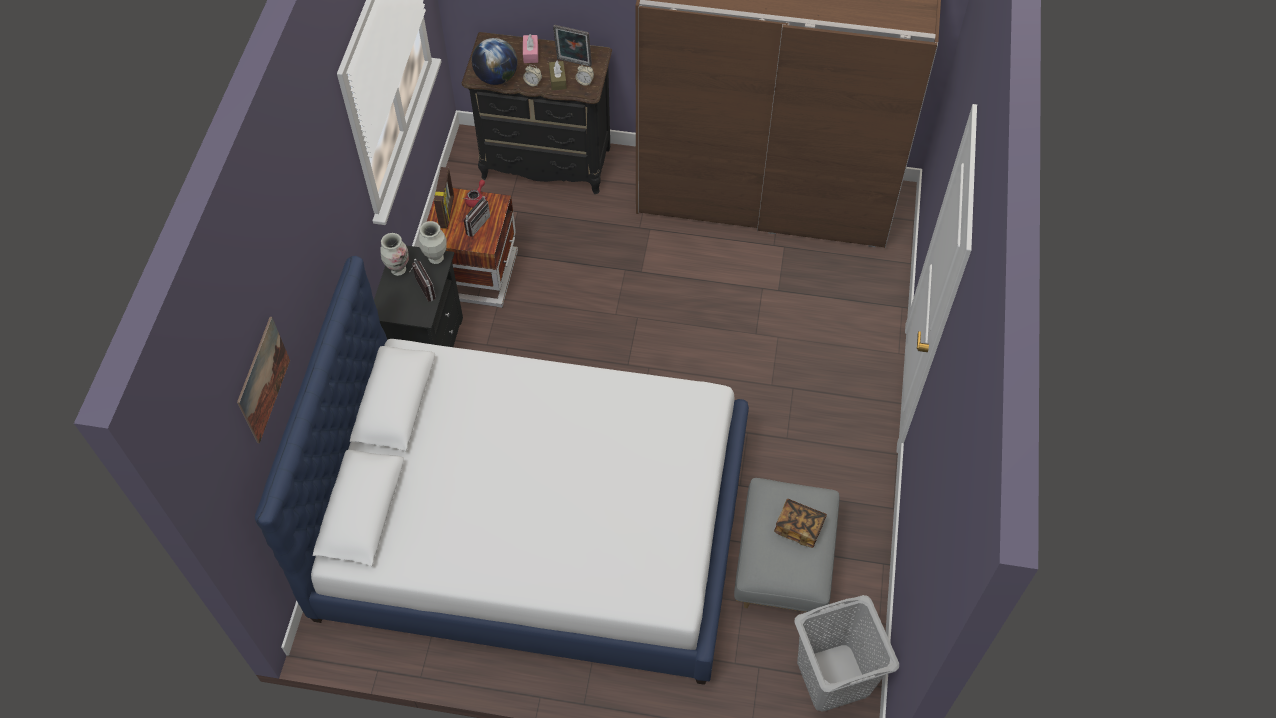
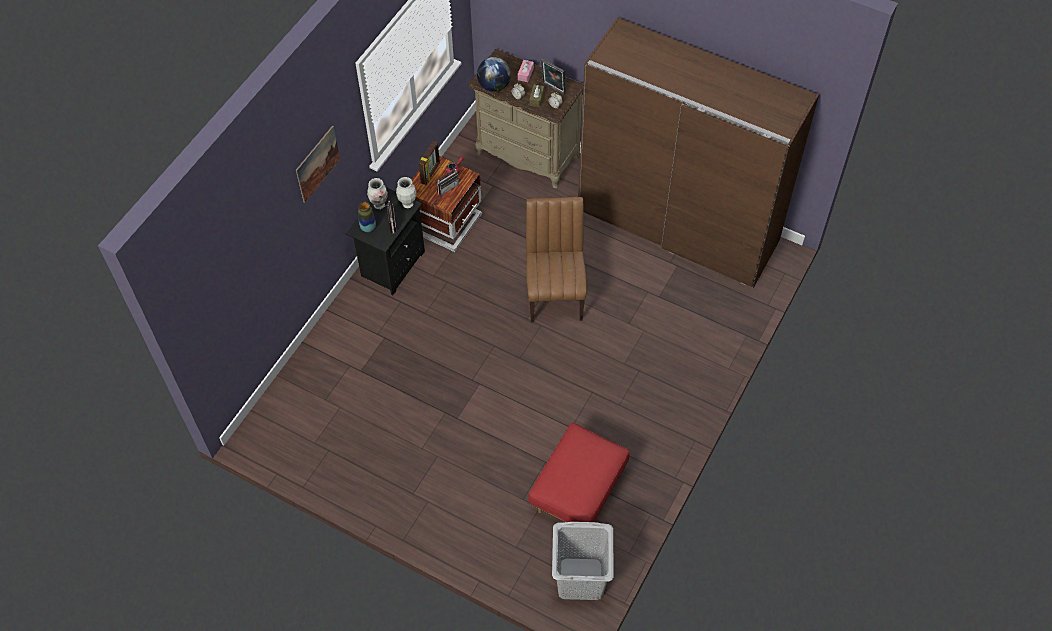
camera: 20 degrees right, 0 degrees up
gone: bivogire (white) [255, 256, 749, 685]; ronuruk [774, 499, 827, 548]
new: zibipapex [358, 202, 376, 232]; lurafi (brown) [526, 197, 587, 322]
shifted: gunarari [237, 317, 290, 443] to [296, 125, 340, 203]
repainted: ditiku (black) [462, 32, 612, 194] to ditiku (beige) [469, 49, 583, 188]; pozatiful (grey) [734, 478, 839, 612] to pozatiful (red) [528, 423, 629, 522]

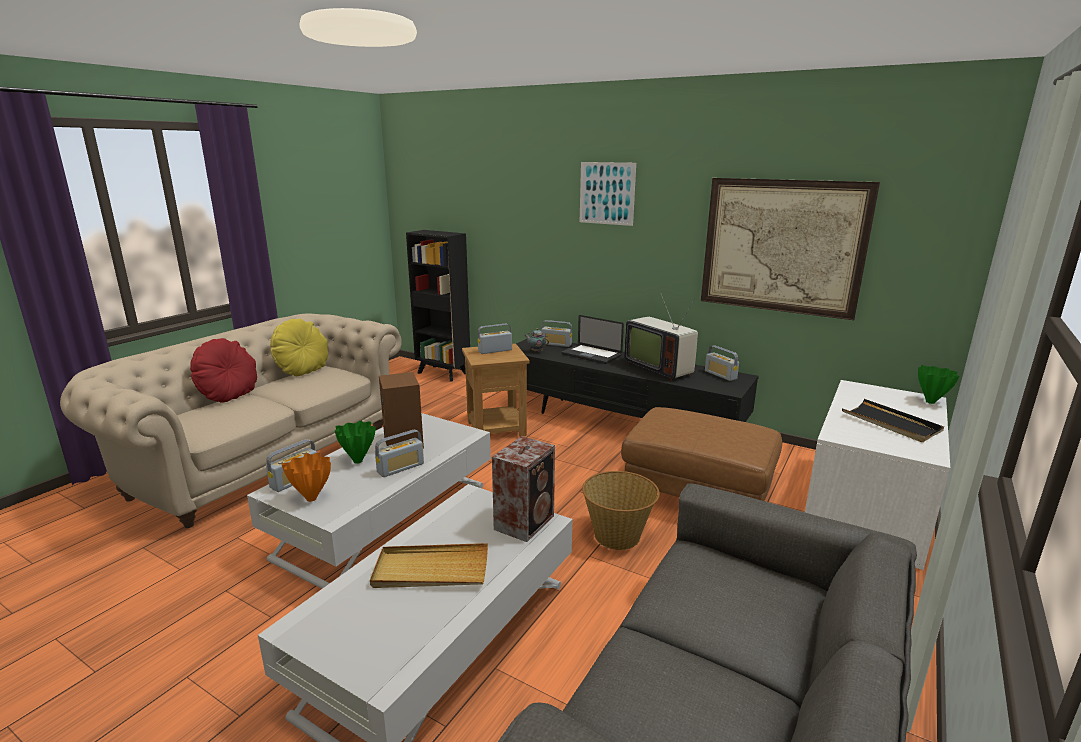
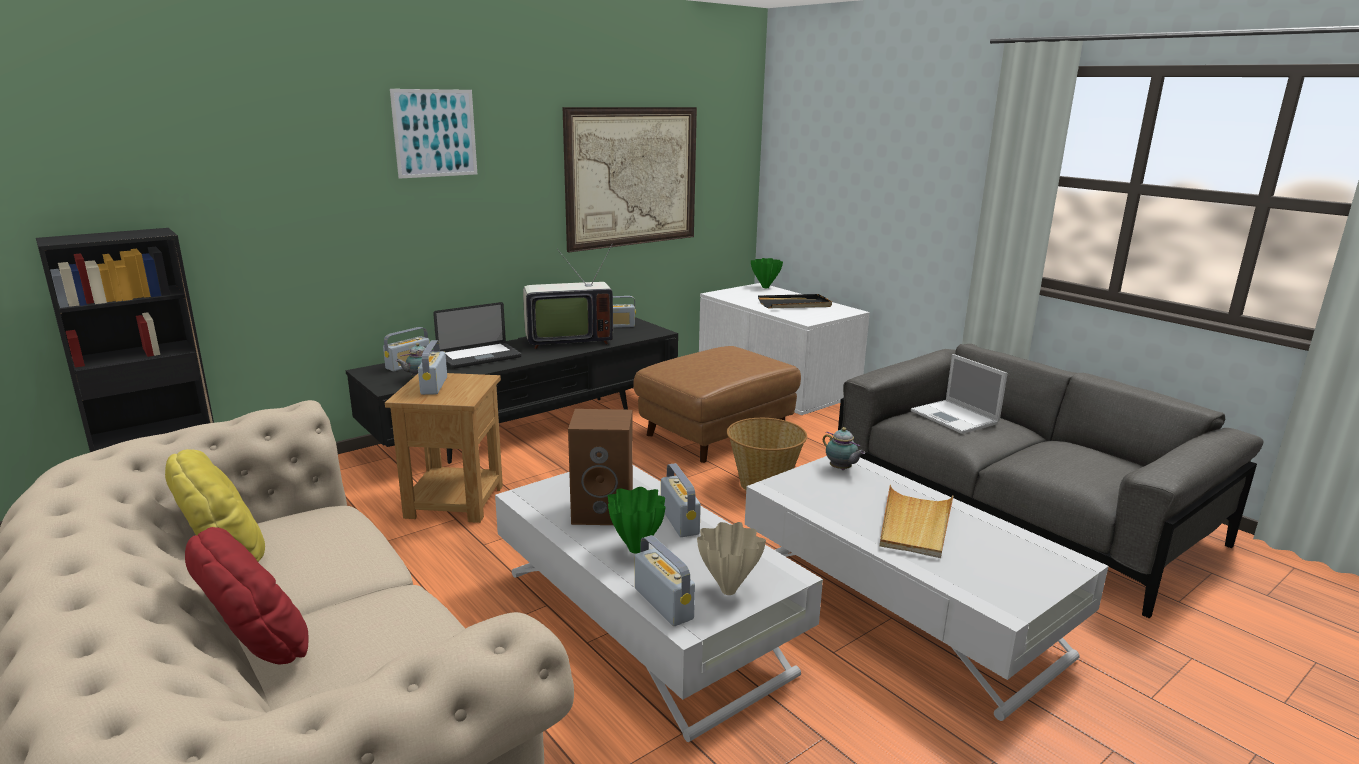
camera: 70 degrees left, 0 degrees up
new: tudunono [911, 354, 1007, 434]
swapped: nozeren [492, 436, 555, 542] to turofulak [823, 427, 865, 470]
repainted: zibipapex (orange) [281, 453, 331, 502] to zibipapex (beige) [697, 522, 766, 595]

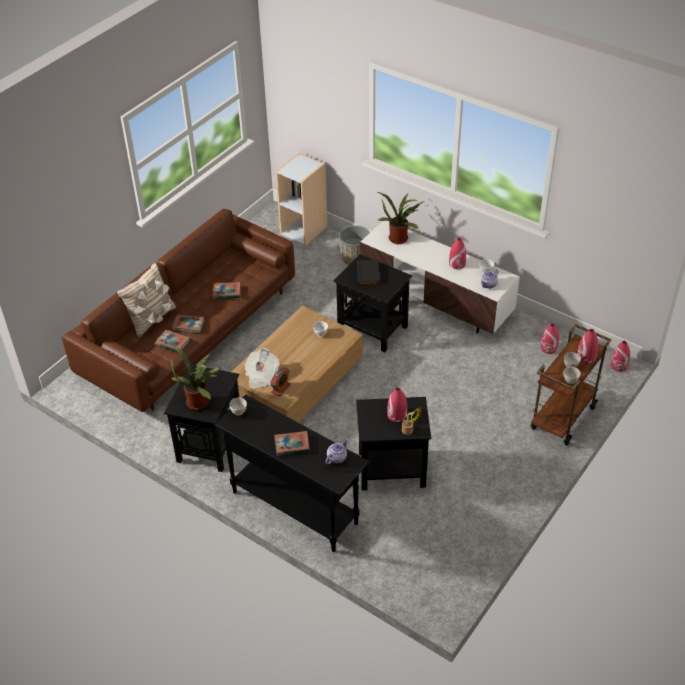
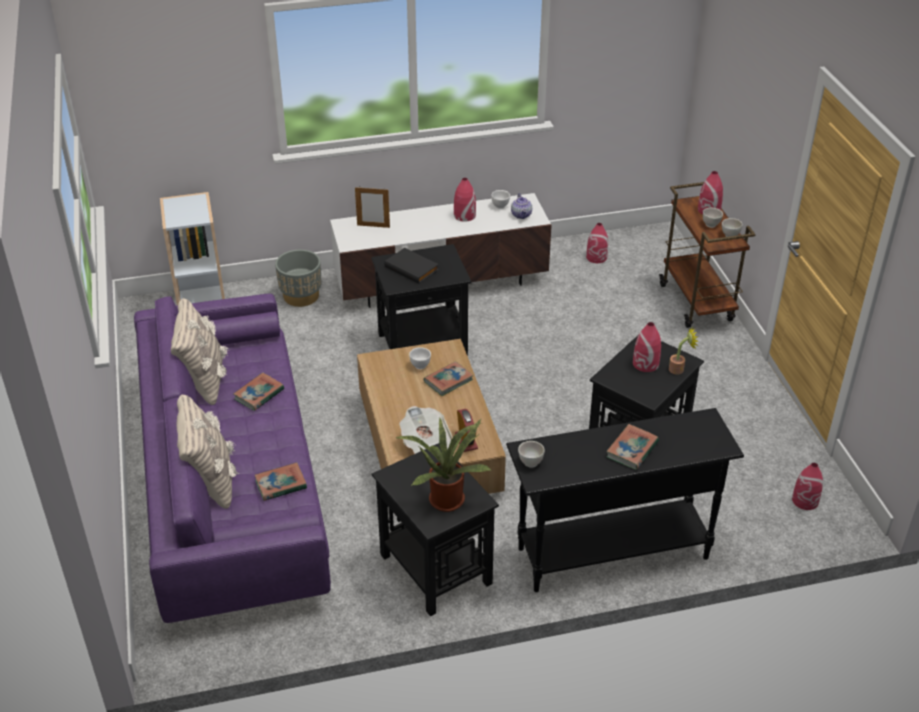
camera: 50 degrees left, 5 degrees down
gone: turofulak [326, 439, 348, 464]
new: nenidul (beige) [171, 298, 228, 405]
shifted: ronuruk [172, 314, 205, 333] to [424, 361, 473, 396]; zibipapex (red) [610, 341, 630, 372] to [792, 463, 823, 510]
swapped: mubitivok [378, 192, 424, 244] to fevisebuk [355, 187, 390, 228]
repainted: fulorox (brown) [62, 209, 295, 412] to fulorox (purple) [134, 293, 331, 623]

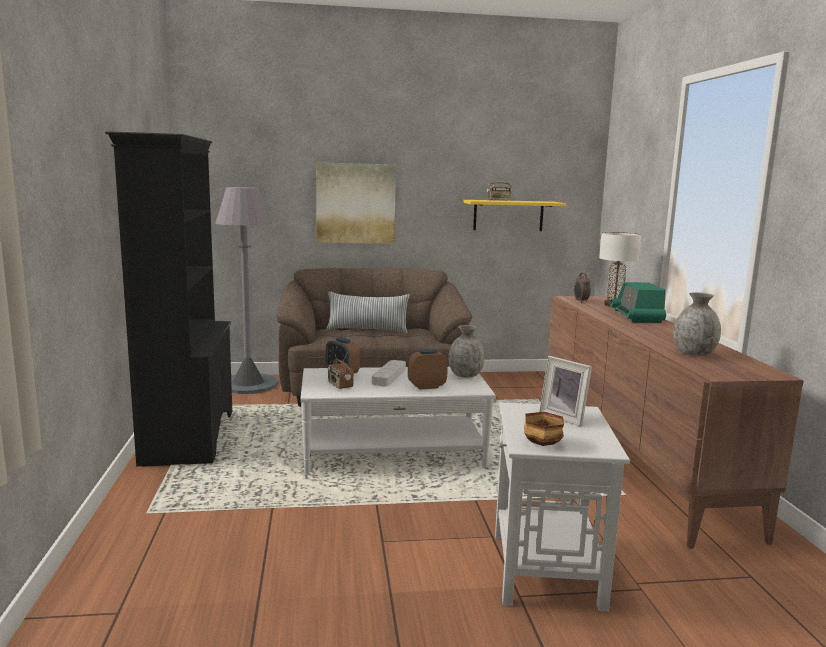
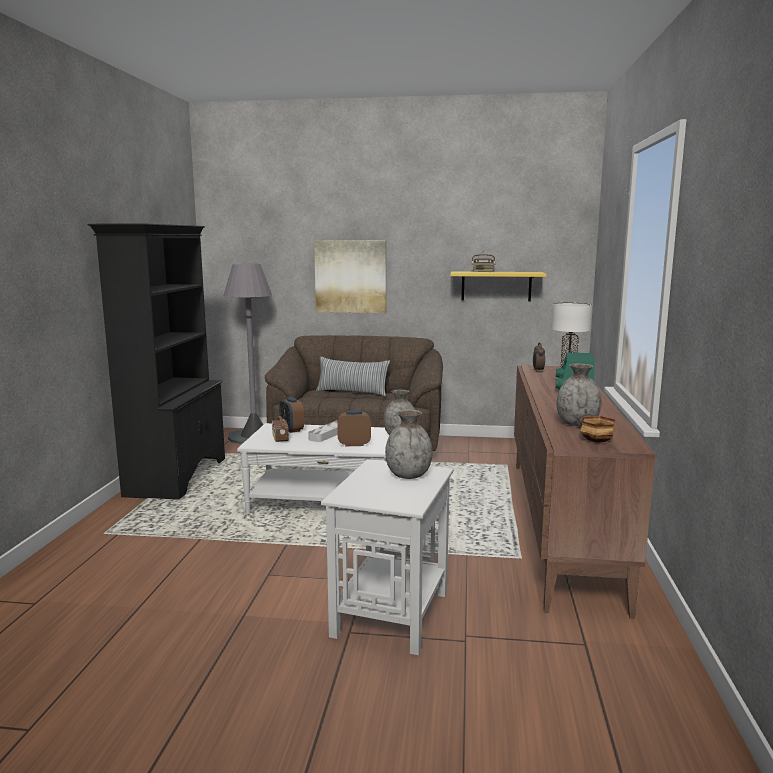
camera: 15 degrees right, 0 degrees up
shifted: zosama [524, 412, 564, 446] to [580, 416, 615, 443]
swapped: fevisebuk [539, 356, 592, 426] to zibipapex (grey) [385, 409, 433, 479]

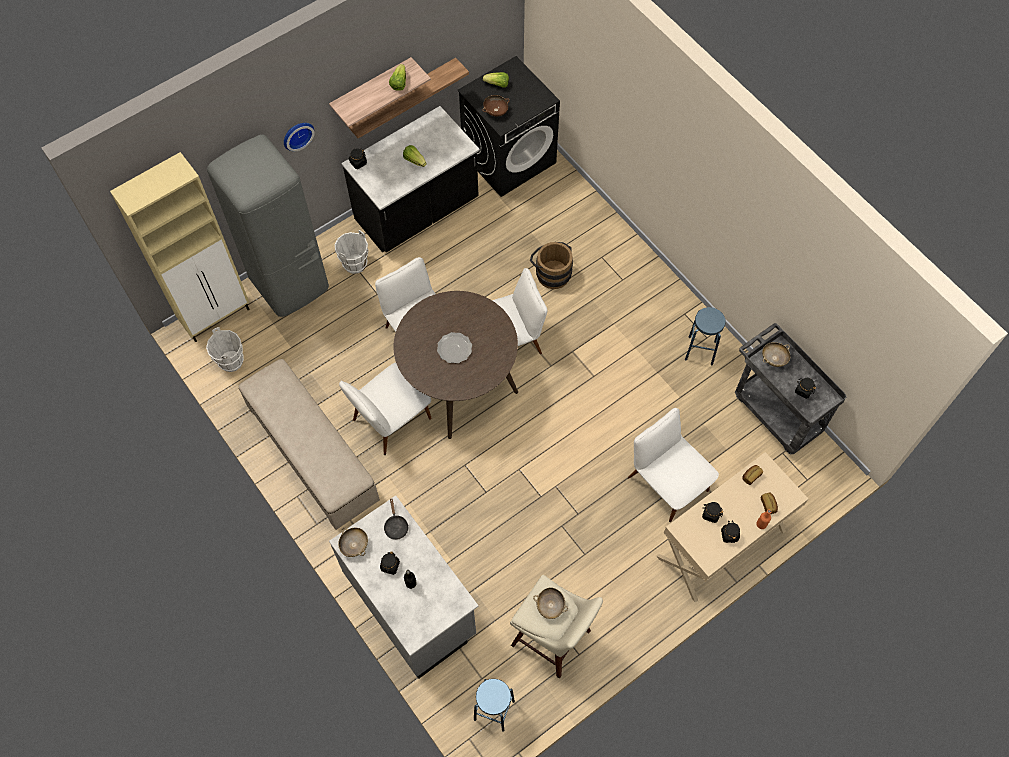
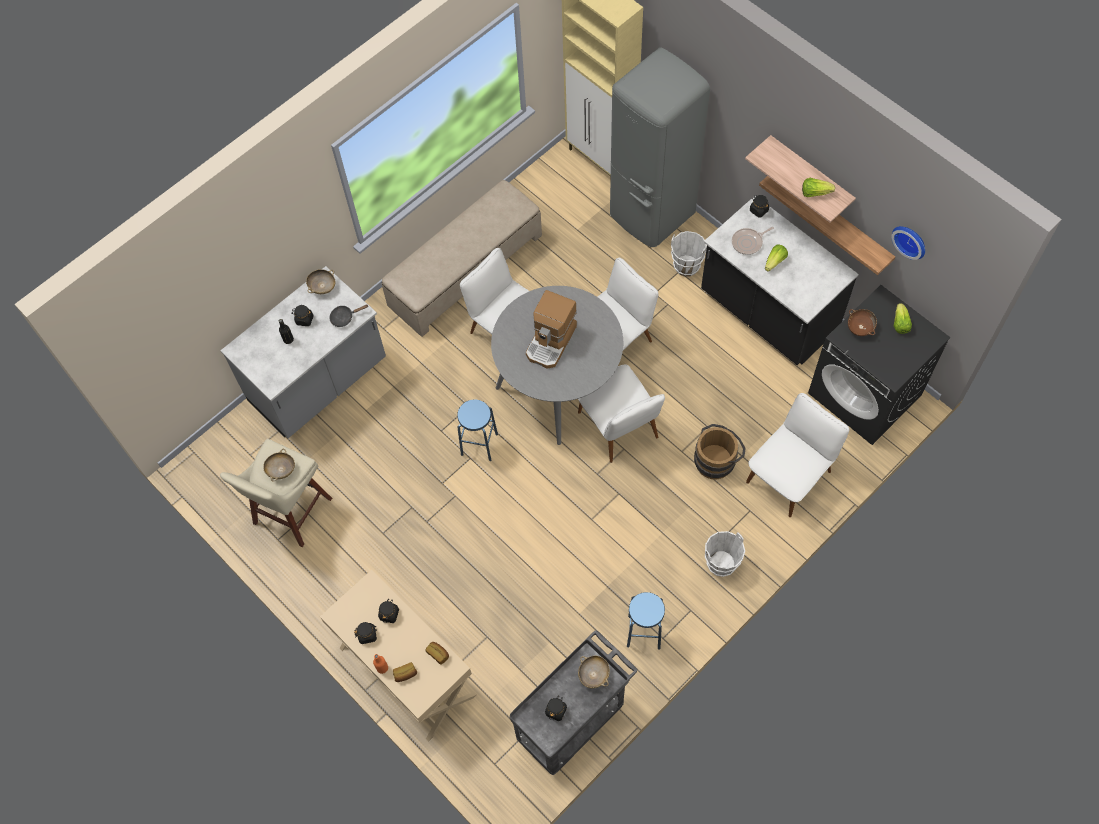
camera: 85 degrees right, 0 degrees up
new: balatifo [732, 227, 774, 255]
shifted: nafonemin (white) [206, 327, 244, 372] to [705, 531, 745, 577]; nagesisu [284, 123, 314, 151] to [891, 226, 925, 260]; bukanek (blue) [474, 679, 515, 732] to [457, 399, 498, 461]; lurafi (white) [628, 408, 719, 522] to [746, 393, 849, 517]
swapped: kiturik [437, 332, 472, 363] to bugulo [526, 290, 577, 369]
repainted: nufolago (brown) [393, 291, 518, 439] to nufolago (grey) [491, 286, 623, 445]

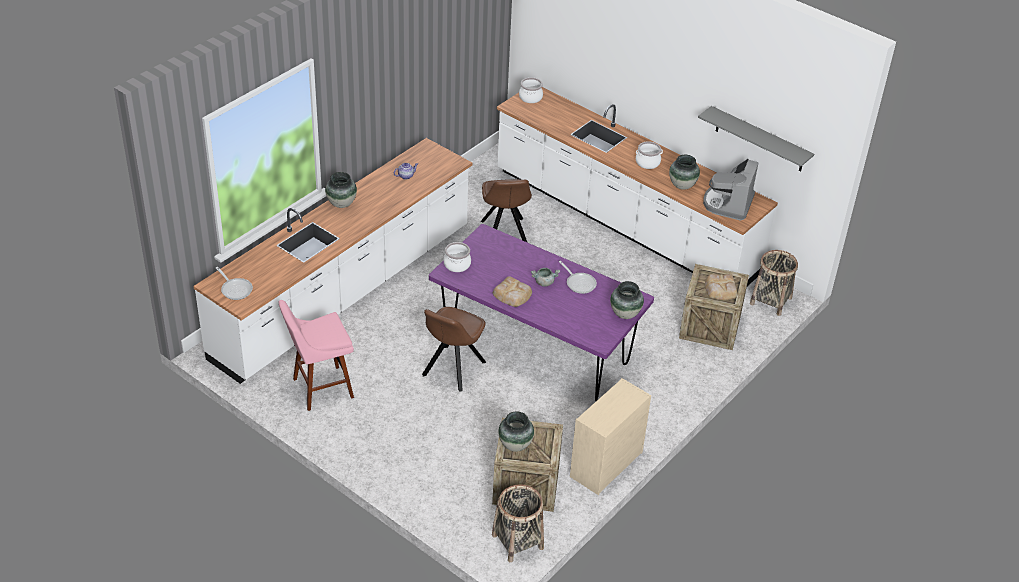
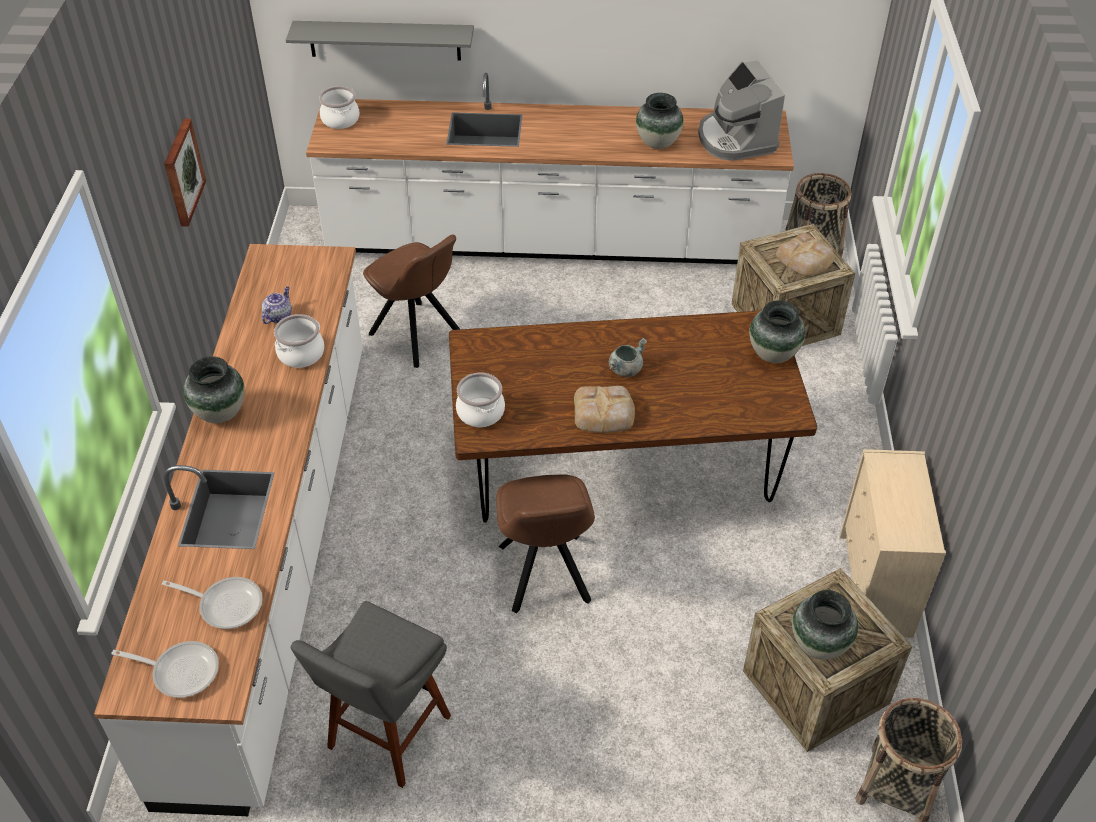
camera: 35 degrees left, 5 degrees up
new: gunarari [164, 119, 206, 226]
shifted: balatifo [559, 261, 597, 294] to [162, 577, 263, 629]; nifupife [636, 141, 663, 169] to [274, 314, 324, 368]; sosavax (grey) [698, 106, 814, 171] to [286, 21, 474, 61]
repainted: bukanek (pink) [278, 300, 354, 411] to bukanek (grey) [291, 601, 451, 788]; nufolago (purple) [429, 224, 654, 401] to nufolago (brown) [449, 311, 817, 523]

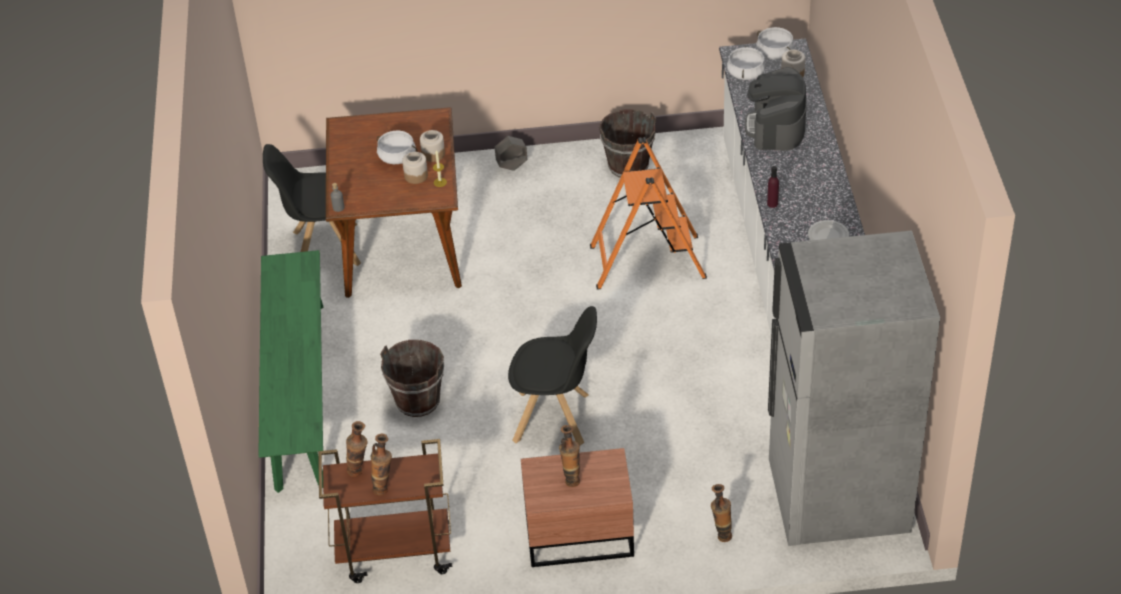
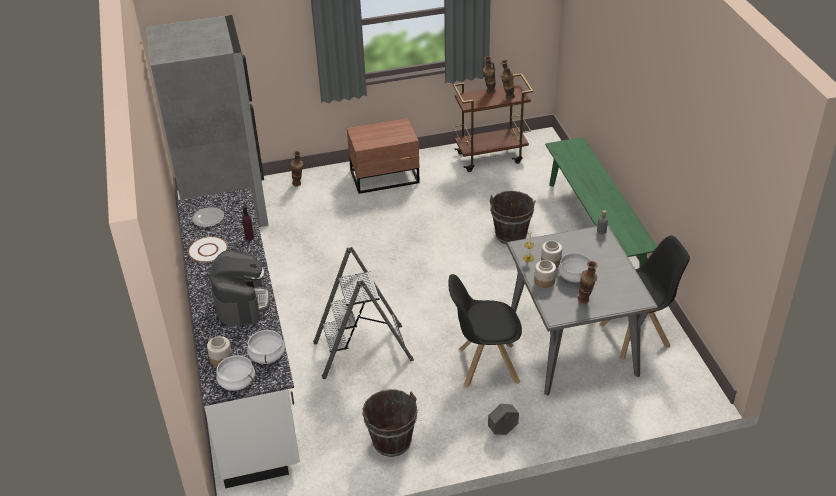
camera: 170 degrees right, 5 degrees down
new: kiturik (white) [188, 237, 228, 263]
shifted: lurafi (black) [508, 306, 597, 445] to [449, 274, 522, 388]; zibipapex [559, 425, 580, 487] to [578, 261, 598, 303]
repainted: nufolago (brown) [326, 107, 462, 298] to nufolago (grey) [506, 225, 659, 395]; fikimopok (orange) [590, 137, 707, 290] to fikimopok (grey) [313, 247, 414, 379]

